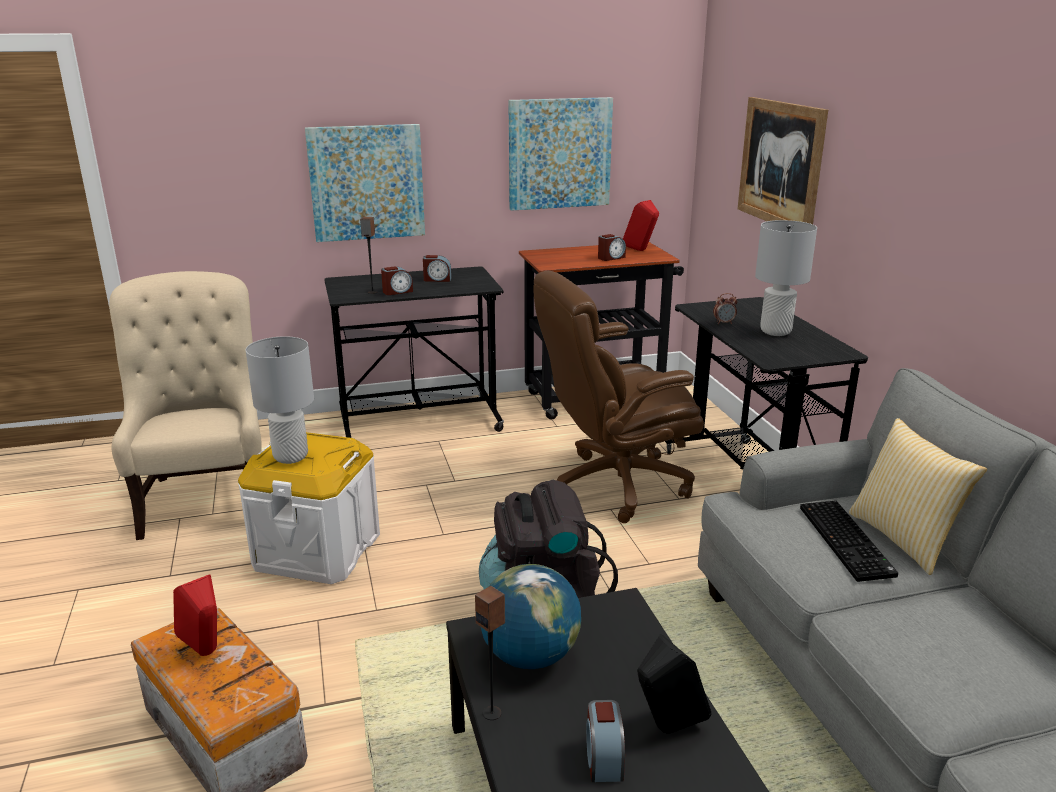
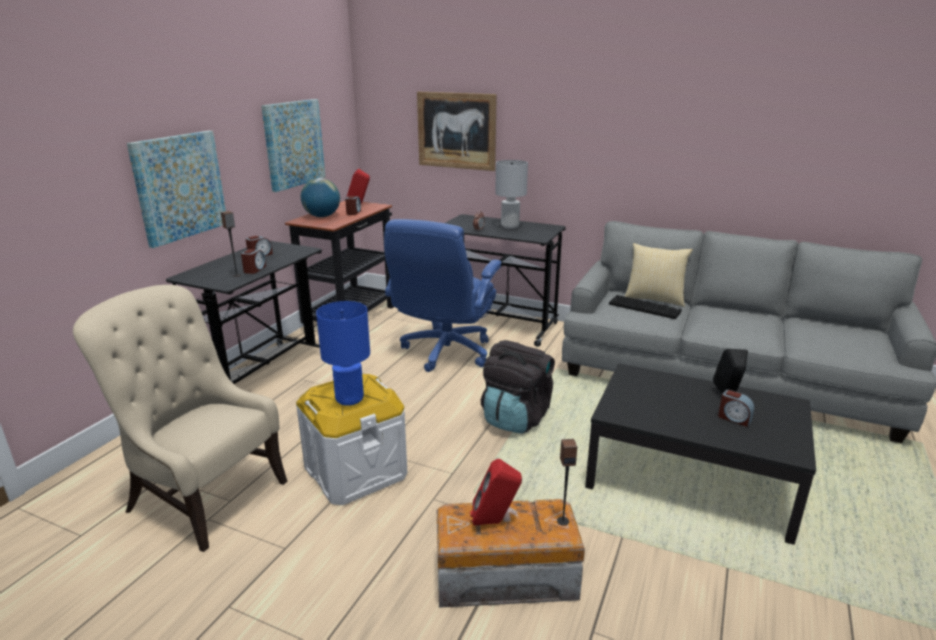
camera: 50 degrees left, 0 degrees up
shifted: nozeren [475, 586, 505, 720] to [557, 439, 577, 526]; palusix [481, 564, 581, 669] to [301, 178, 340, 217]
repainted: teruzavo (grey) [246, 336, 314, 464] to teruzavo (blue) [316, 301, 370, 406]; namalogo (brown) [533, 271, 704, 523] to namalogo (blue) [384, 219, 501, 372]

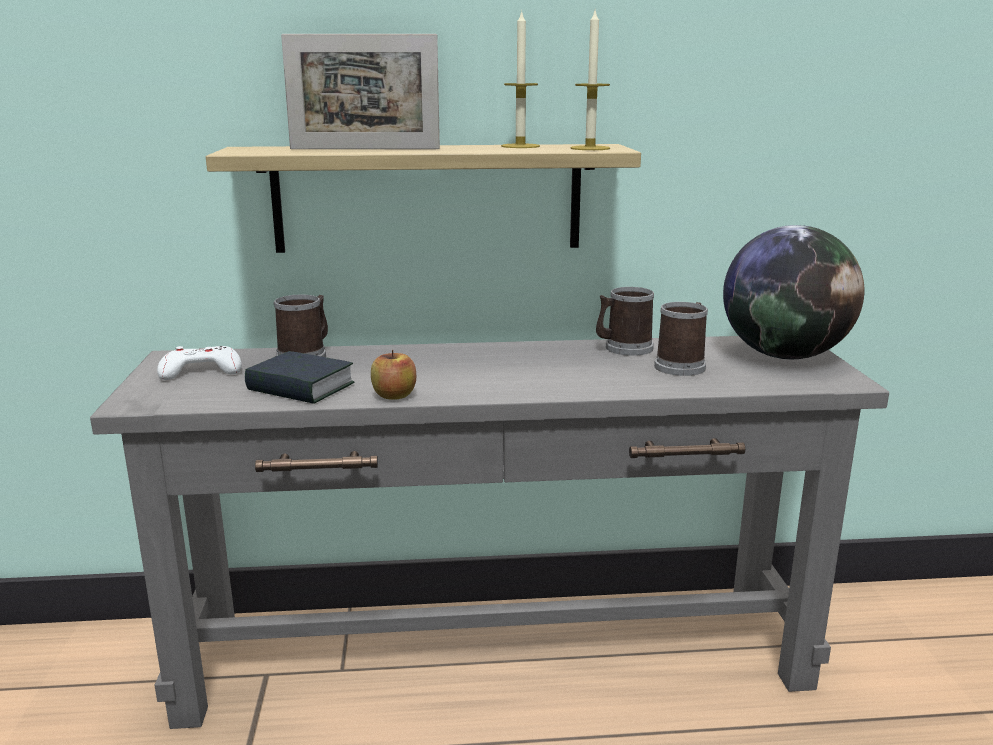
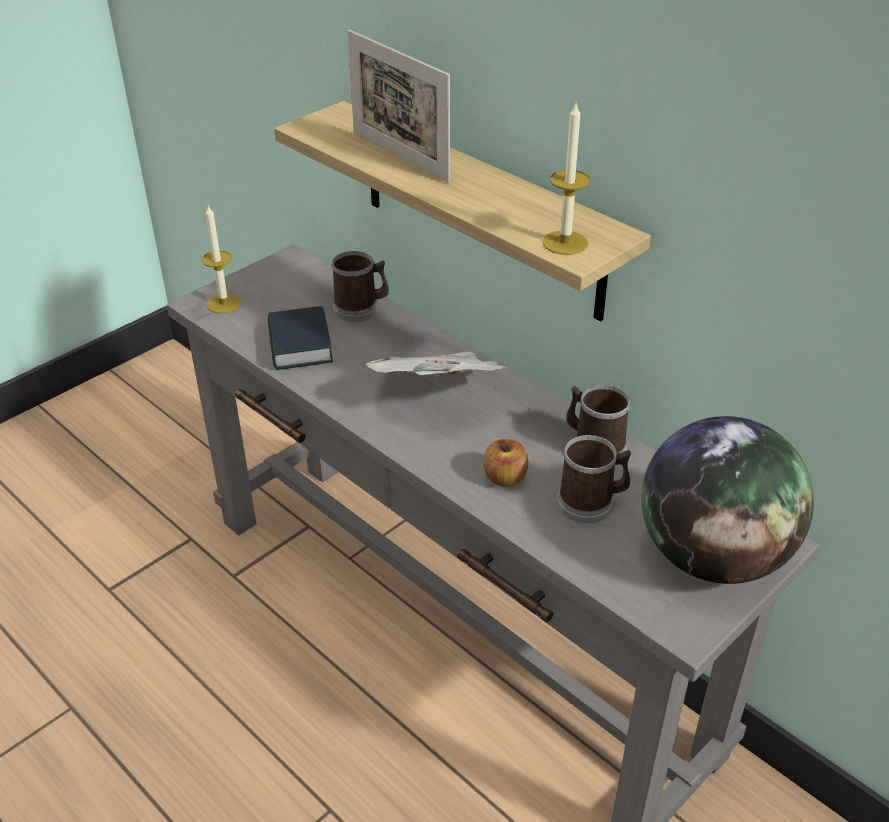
camera: 50 degrees right, 20 degrees up
gone: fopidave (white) [157, 346, 242, 380]
new: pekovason [366, 352, 508, 378]
shifted: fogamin [371, 349, 416, 400] to [484, 439, 528, 487]; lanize [501, 10, 540, 148] to [202, 204, 241, 313]

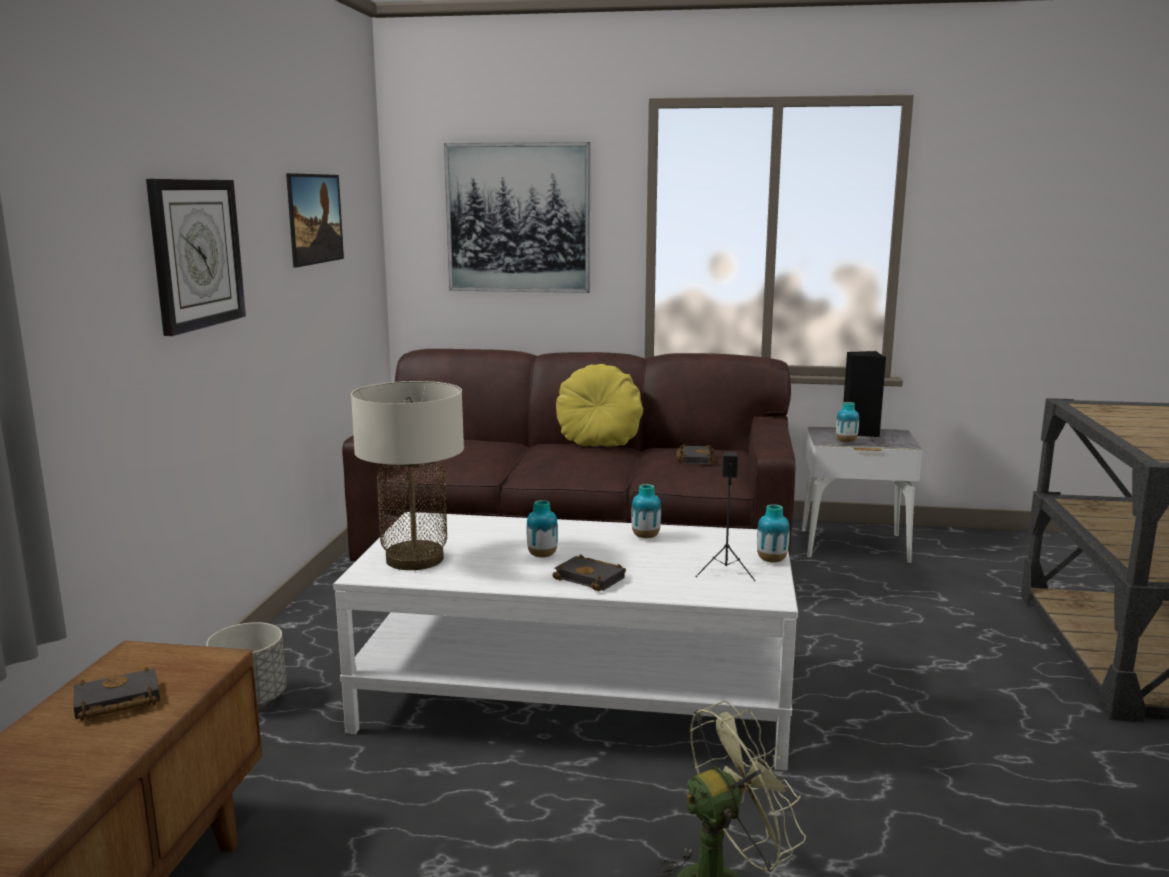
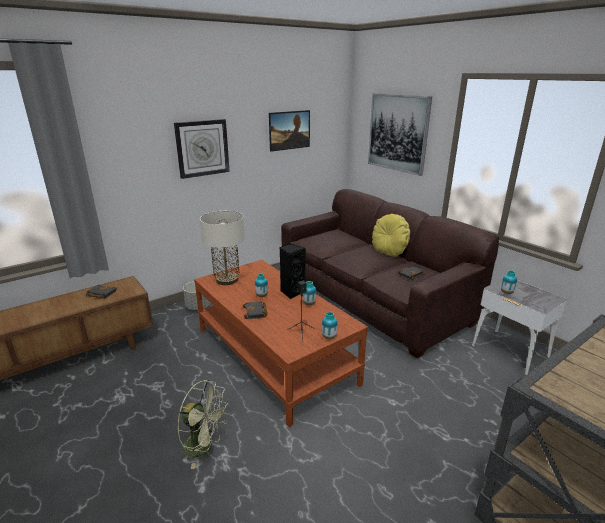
camera: 45 degrees right, 10 degrees up
shifted: nozeren (black) [843, 351, 886, 437] to [279, 244, 306, 299]
repainted: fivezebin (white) [333, 512, 798, 771] to fivezebin (brown) [194, 260, 368, 427]

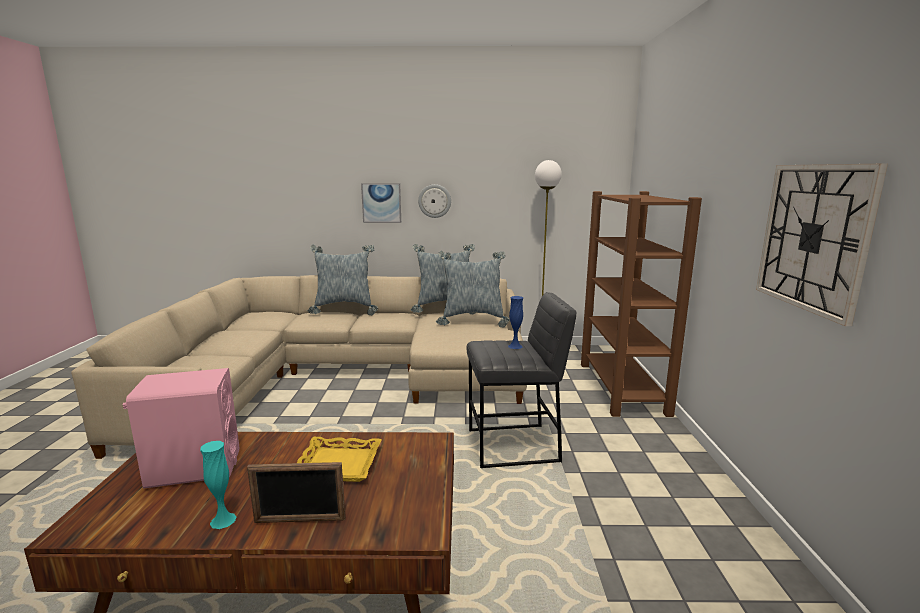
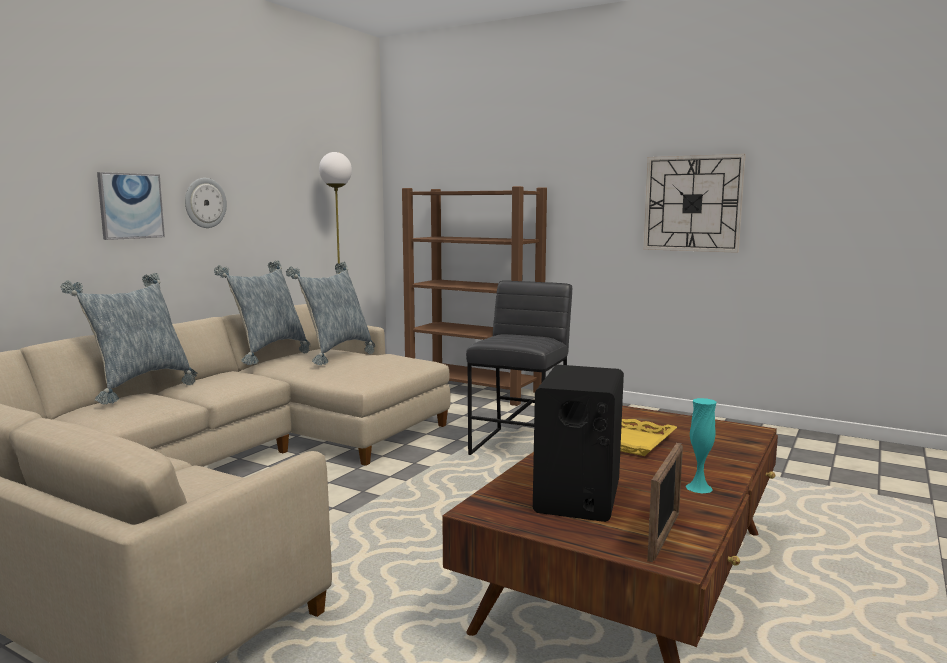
camera: 60 degrees left, 5 degrees down
gone: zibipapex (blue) [508, 296, 523, 349]
shifted: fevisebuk [247, 462, 346, 523] to [647, 443, 683, 562]
repainted: nozeren (pink) [123, 368, 239, 489] to nozeren (black) [533, 365, 624, 522]

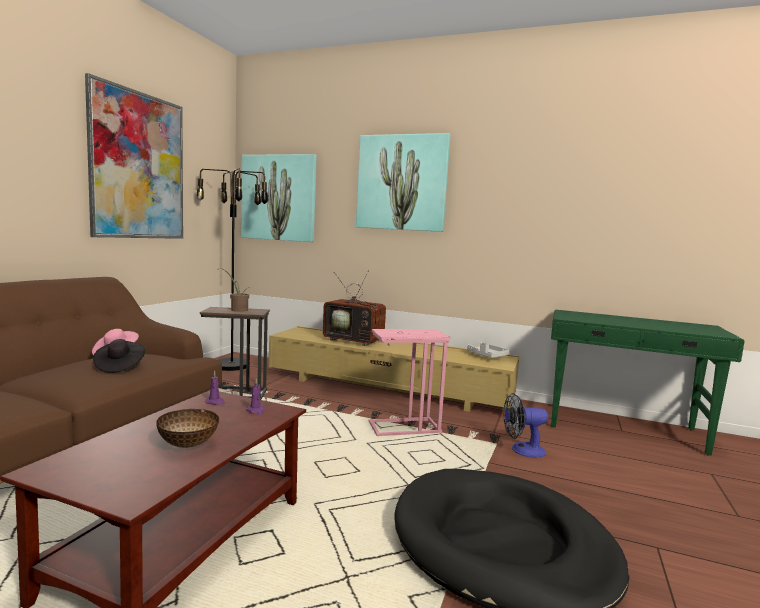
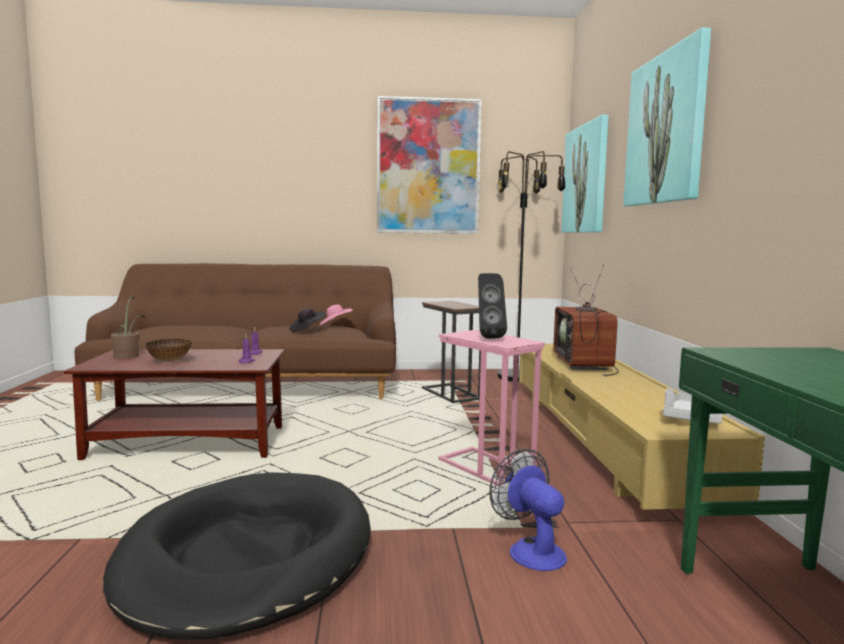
camera: 65 degrees right, 0 degrees up
new: nozeren (black) [478, 273, 507, 339]
shifted: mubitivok [217, 268, 253, 312] to [111, 297, 145, 359]

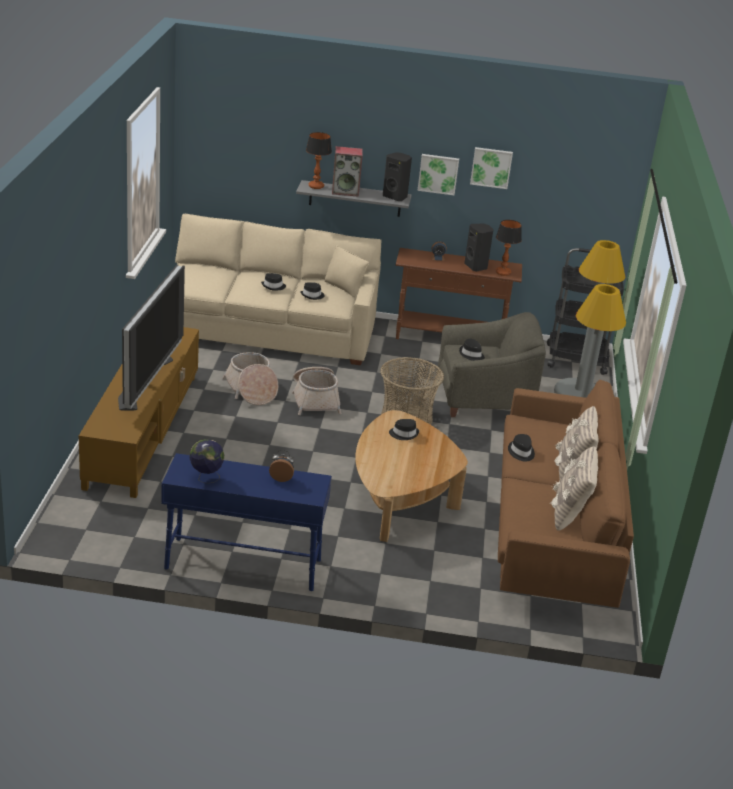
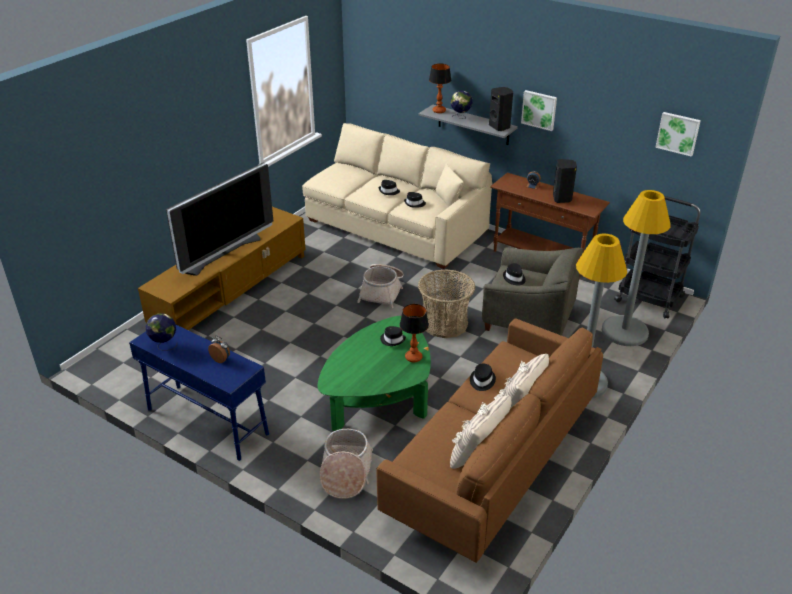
camera: 30 degrees right, 5 degrees up
shifted: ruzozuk [223, 352, 278, 405] to [320, 429, 373, 499]; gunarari [470, 147, 513, 189] to [655, 112, 701, 156]; teruzavo [496, 220, 522, 276] to [400, 304, 429, 362]
swapped: nozeren [332, 146, 363, 197] to palusix [451, 90, 472, 119]
repainted: fivezebin (brown) [355, 410, 468, 542] to fivezebin (green) [318, 316, 431, 431]

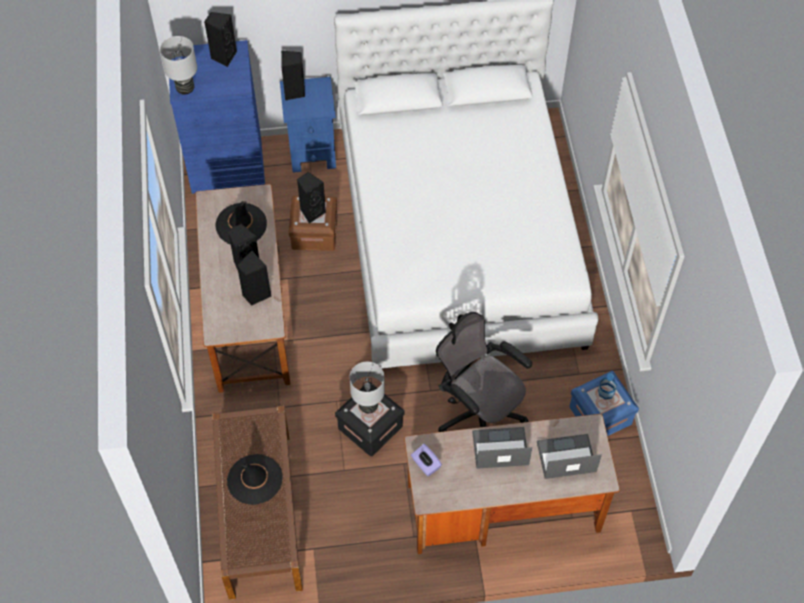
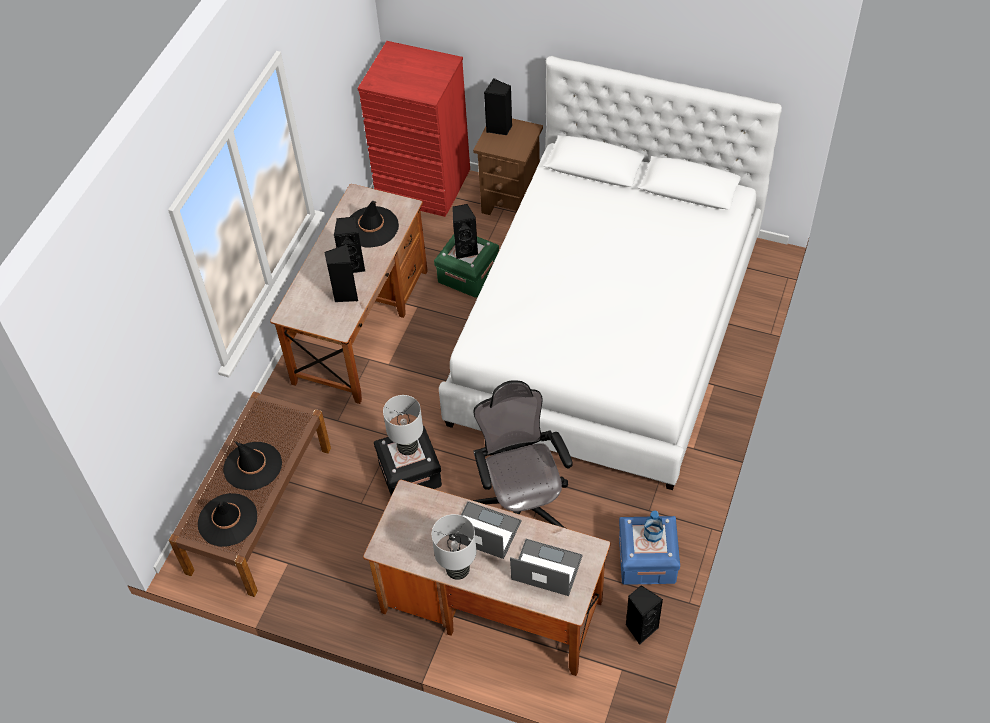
camera: 30 degrees right, 5 degrees down
gone: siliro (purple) [411, 444, 442, 477]
new: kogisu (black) [198, 493, 257, 547]
shifted: teruzavo (grey) [160, 36, 197, 95] to [432, 514, 476, 580]; nozeren (black) [204, 12, 237, 67] to [625, 585, 663, 645]
repainted: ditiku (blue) [169, 40, 265, 194] to ditiku (red) [358, 41, 470, 217]; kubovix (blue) [280, 77, 336, 173] to kubovix (brown) [473, 118, 543, 215]; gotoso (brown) [289, 196, 337, 251] to gotoso (green) [434, 235, 499, 298]

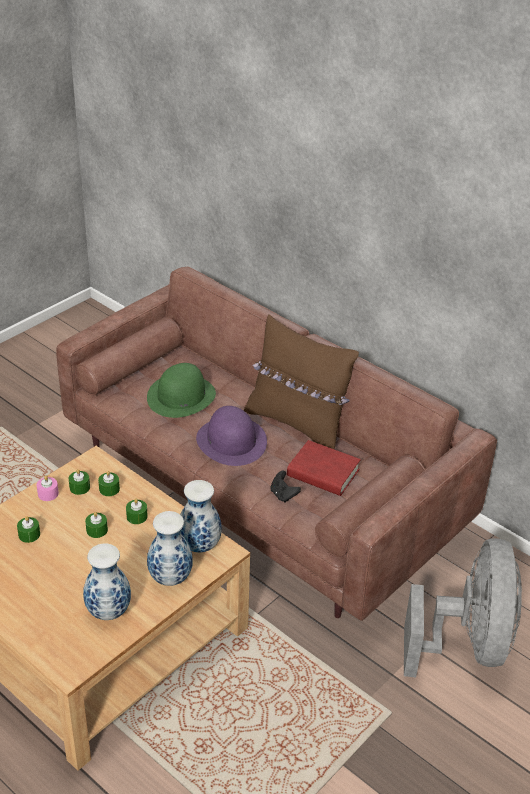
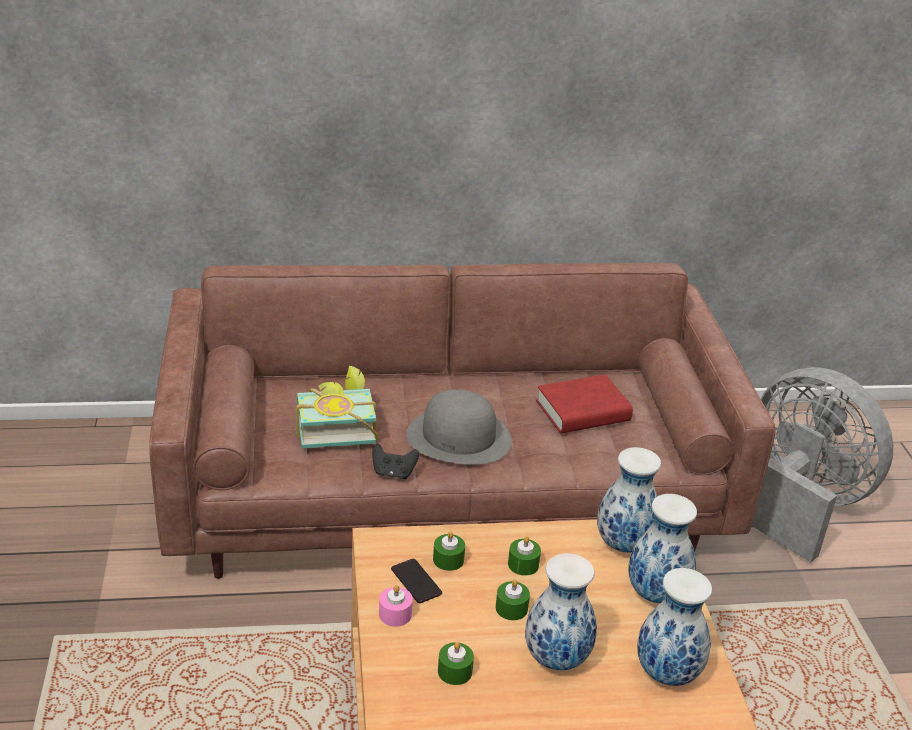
camera: 50 degrees left, 5 degrees down
gone: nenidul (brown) [244, 314, 359, 449]
new: zibipapex [525, 553, 597, 670]
shifted: fopidave (black) [270, 471, 301, 503] to [372, 444, 419, 479]
swapped: lanize (green) [69, 469, 90, 495] to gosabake [391, 559, 442, 603]; kogisu (green) [147, 363, 216, 418] to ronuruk [296, 366, 378, 448]
repainted: kogisu (purple) [196, 406, 267, 466] to kogisu (grey) [406, 389, 511, 465]

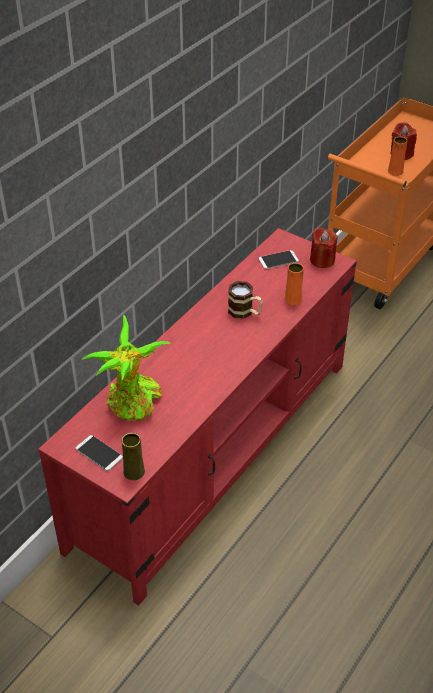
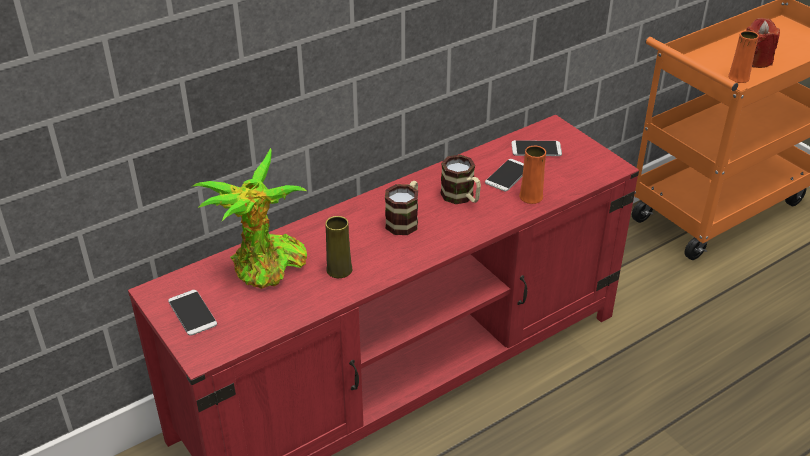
camera: 20 degrees right, 5 degrees down
gone: lanize (red) [310, 227, 338, 268]
new: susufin [385, 181, 418, 235]; gosabake [485, 159, 524, 191]
shifted: zibipapex (yellow) [122, 433, 145, 480] to [325, 216, 352, 278]

